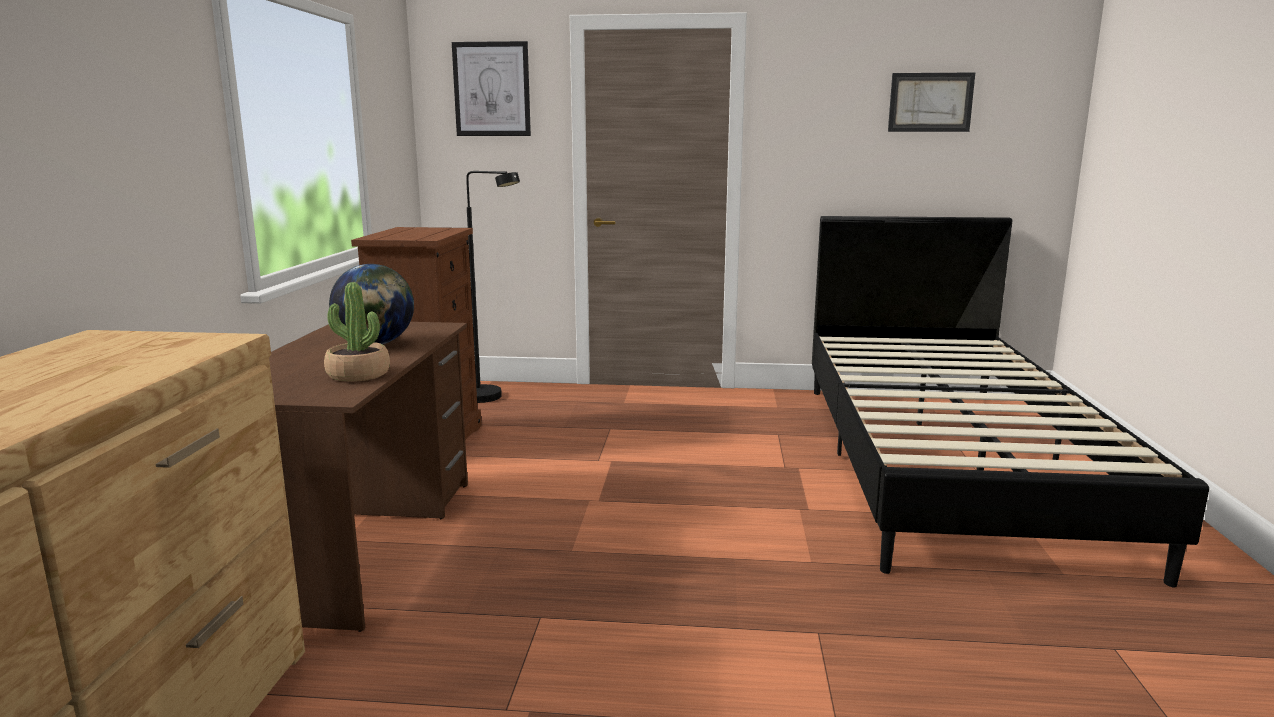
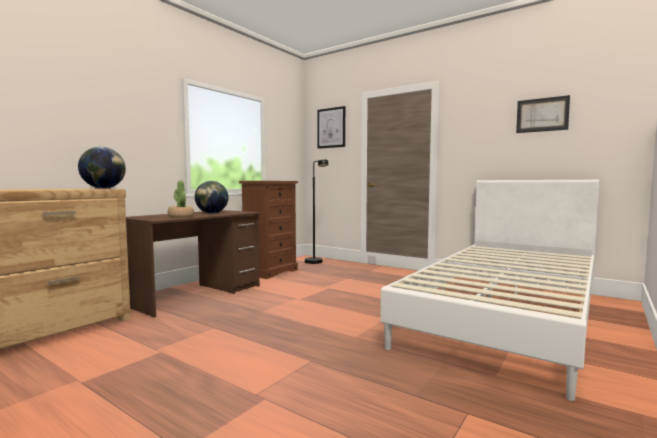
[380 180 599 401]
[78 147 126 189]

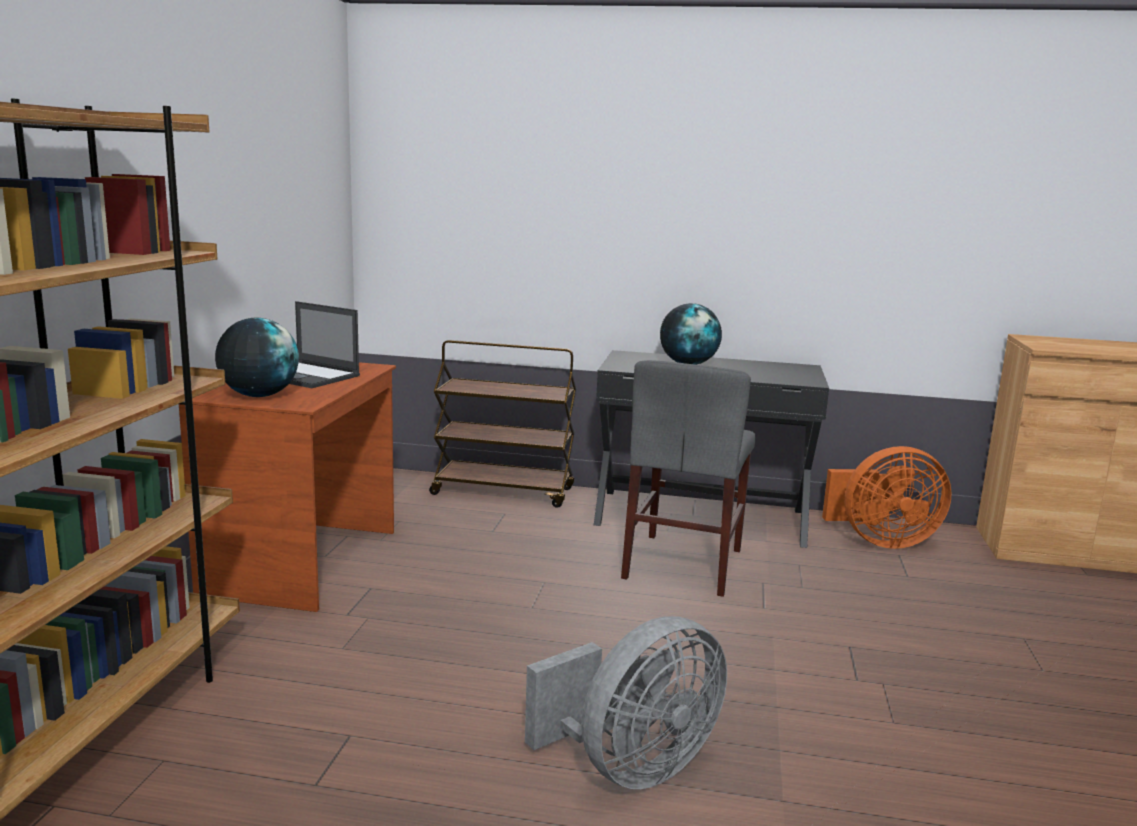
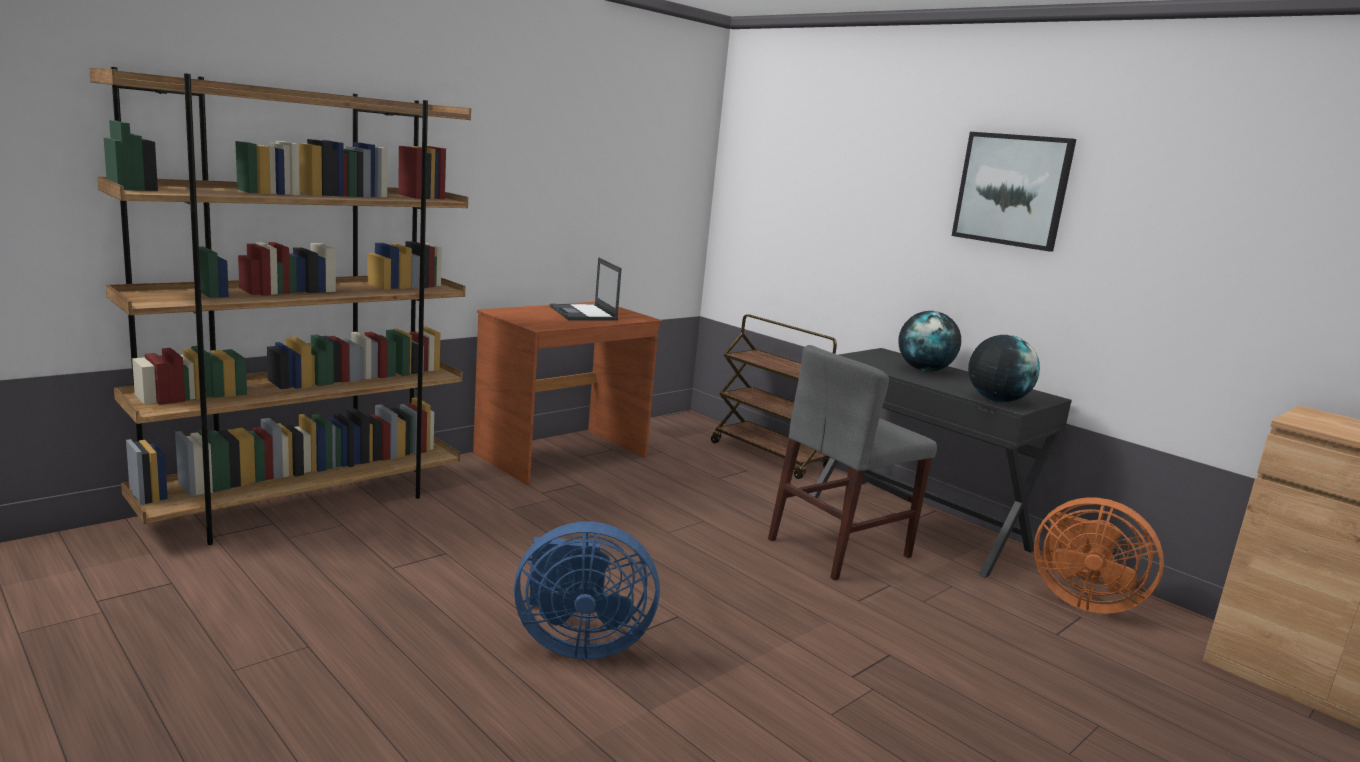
[968 335 1040 402]
[514 522 660 659]
[952 132 1076 252]

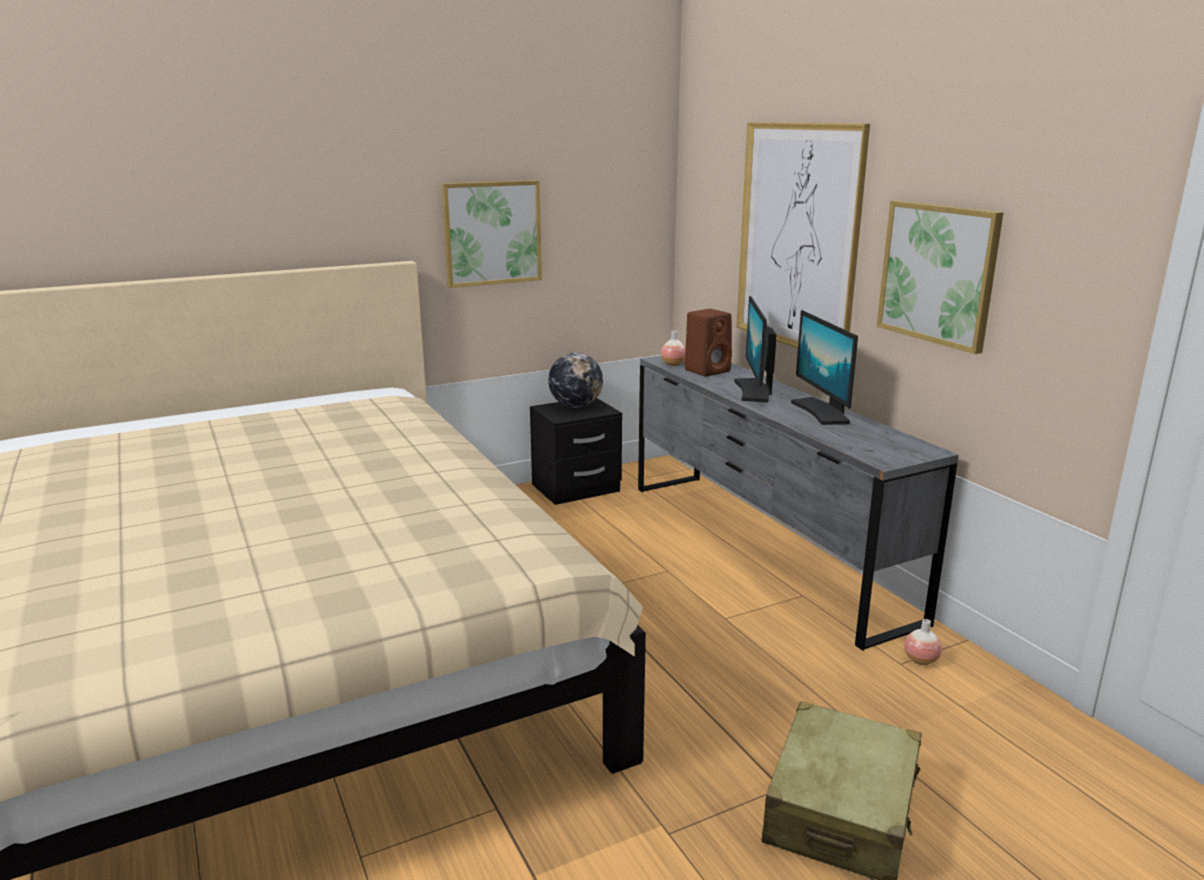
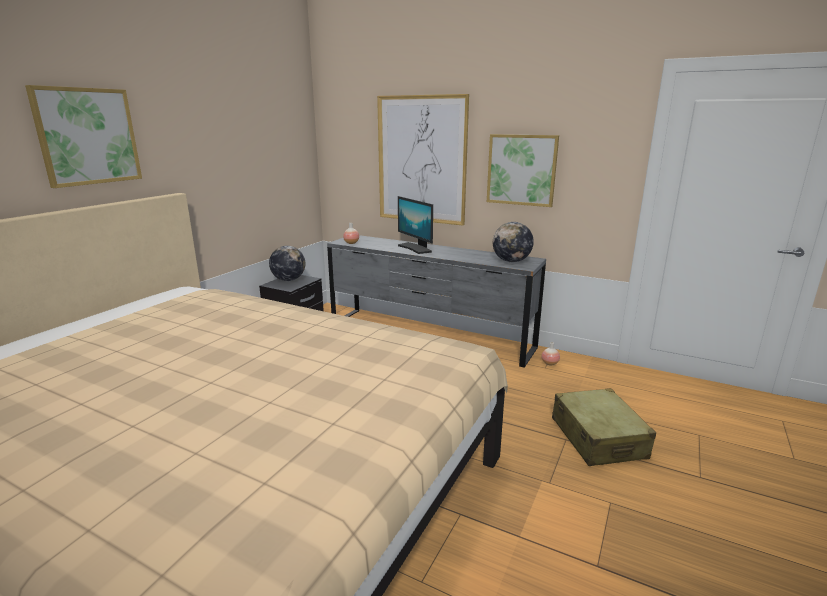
[25 85 142 188]
[684 309 732 376] (first image)
[791 310 858 425] (first image)
[493 222 534 262]

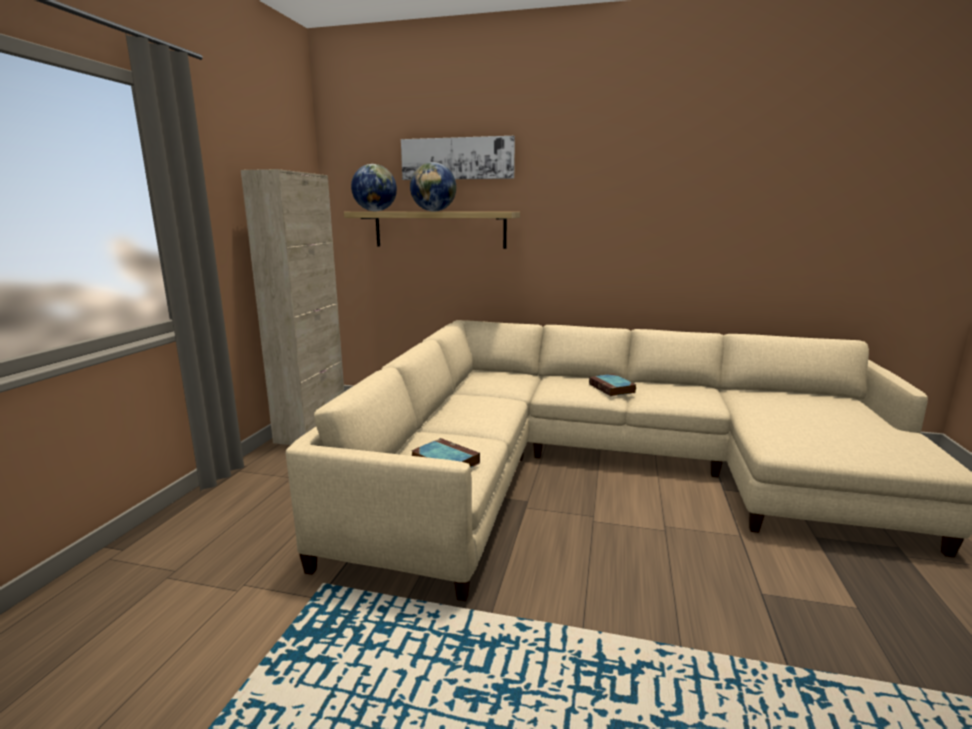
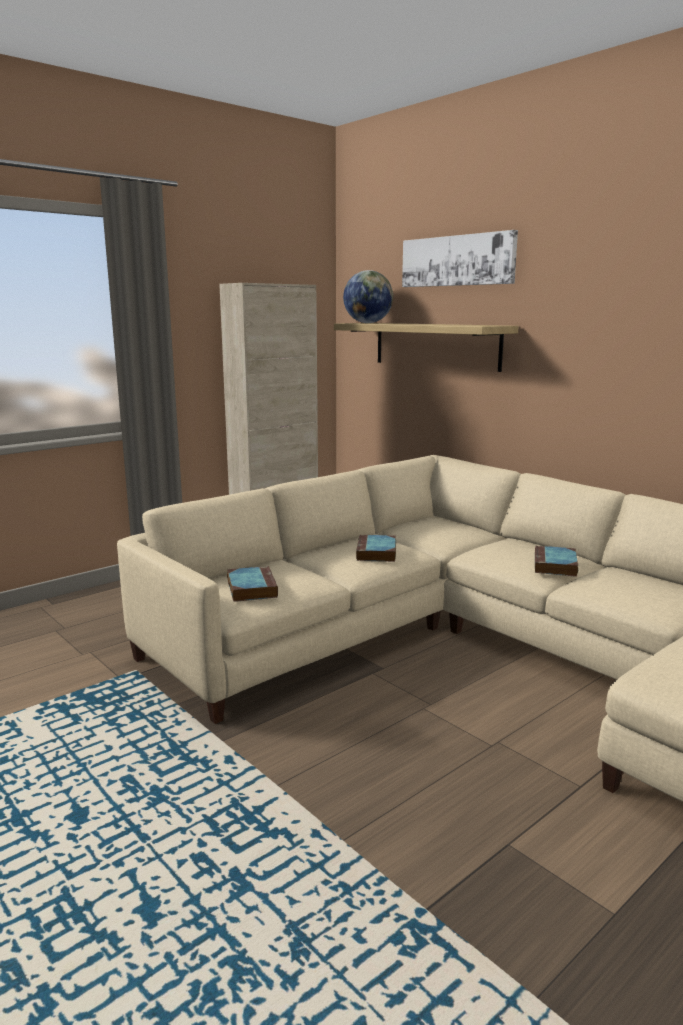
[410 162 456 211] (first image)
[356 535 396 562]

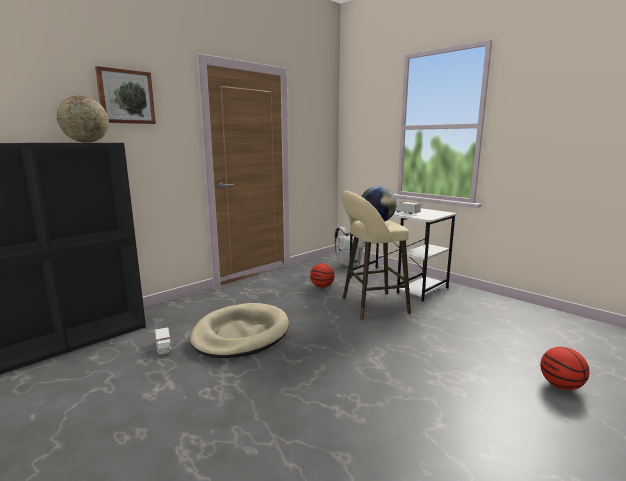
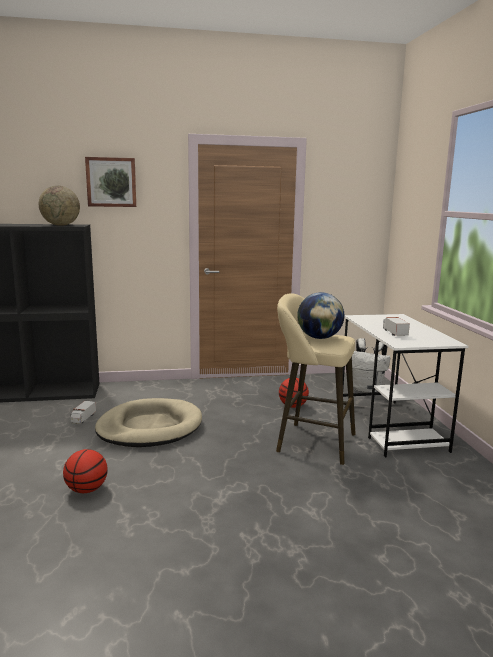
[63 449 108 493]

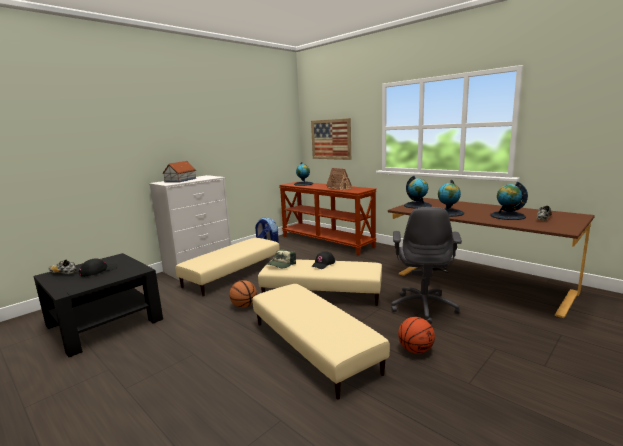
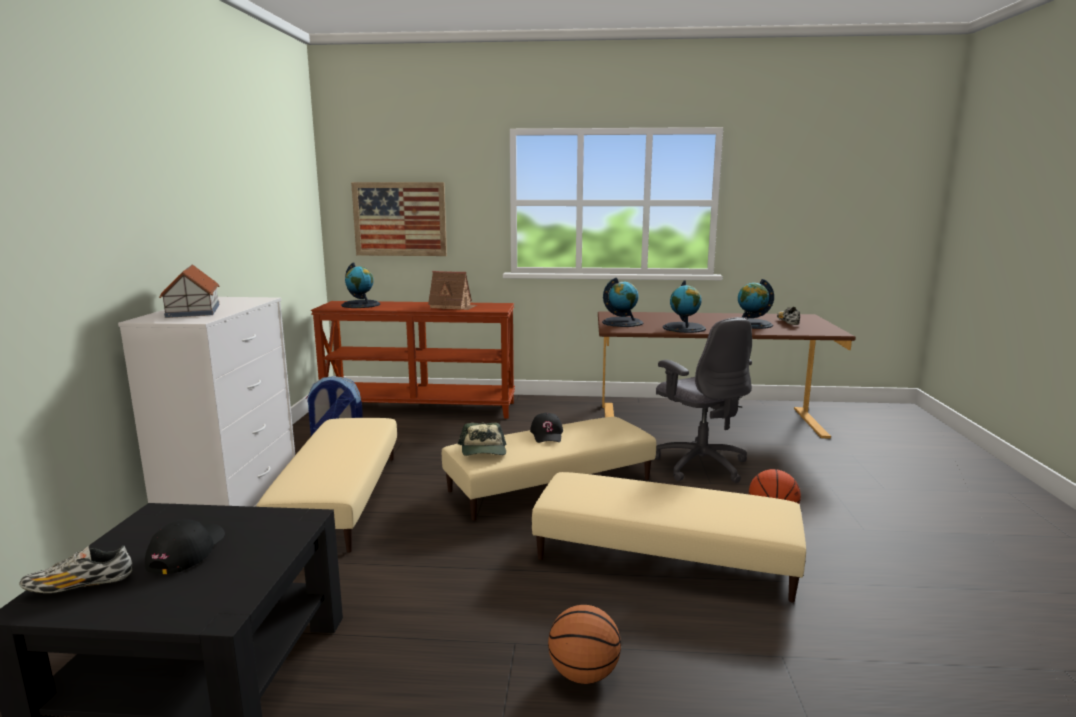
[548 605 621 684]

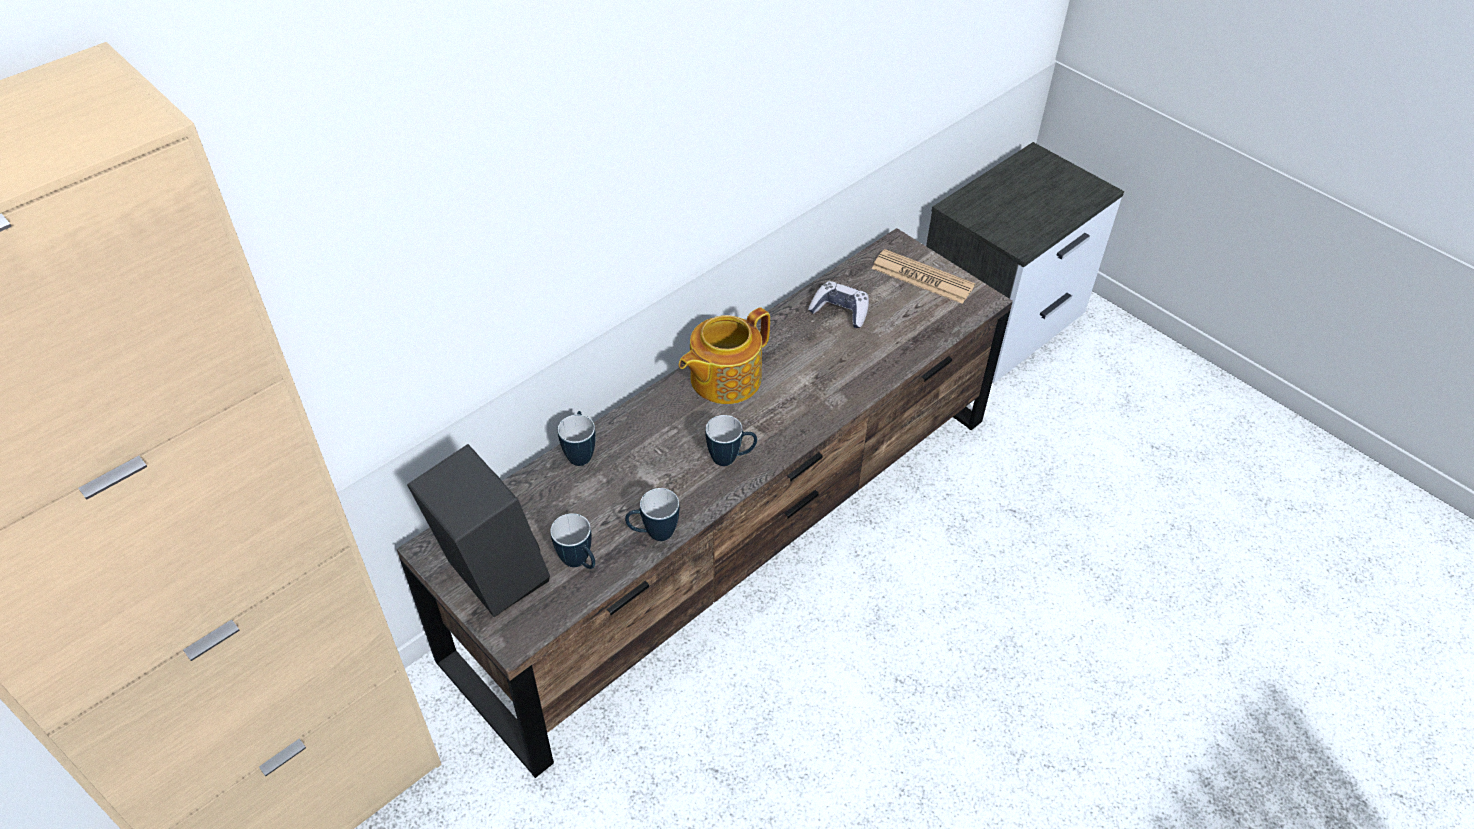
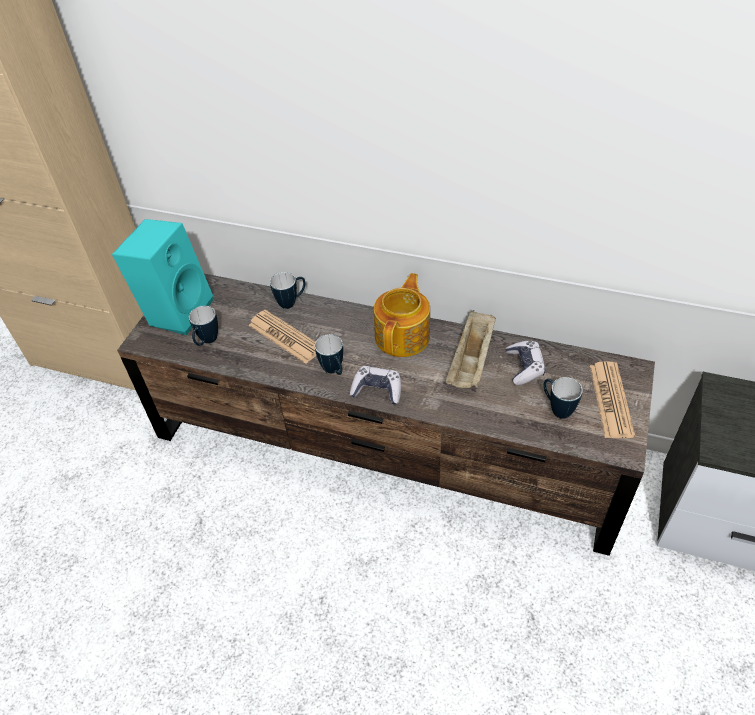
[374 273 430 357]
[112 219 213 335]
[544 377 583 419]
[248 310 316 364]
[446 310 496 388]
[350 366 401 404]

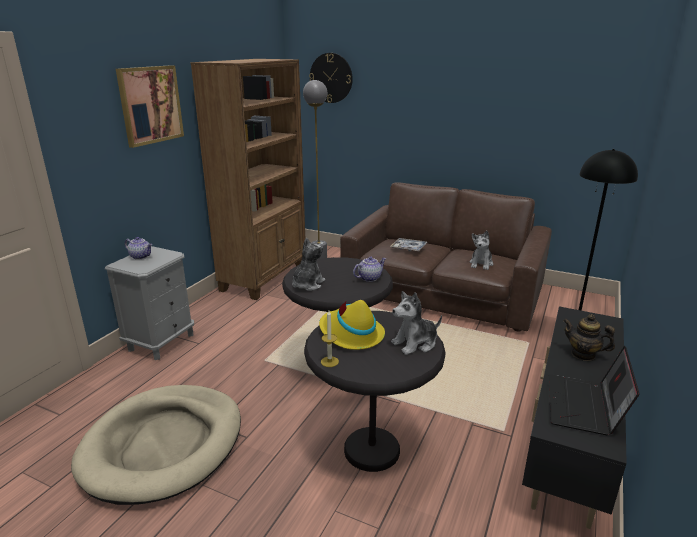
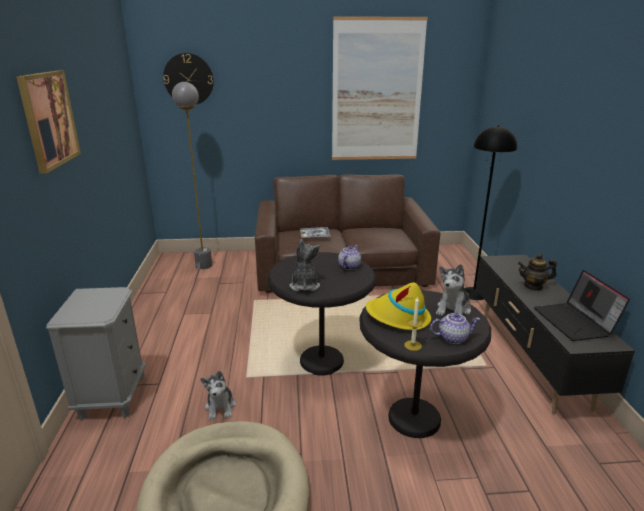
[190 59 305 300] (first image)
[200 371 236 420]
[430 313 480 344]
[332 16 428 160]

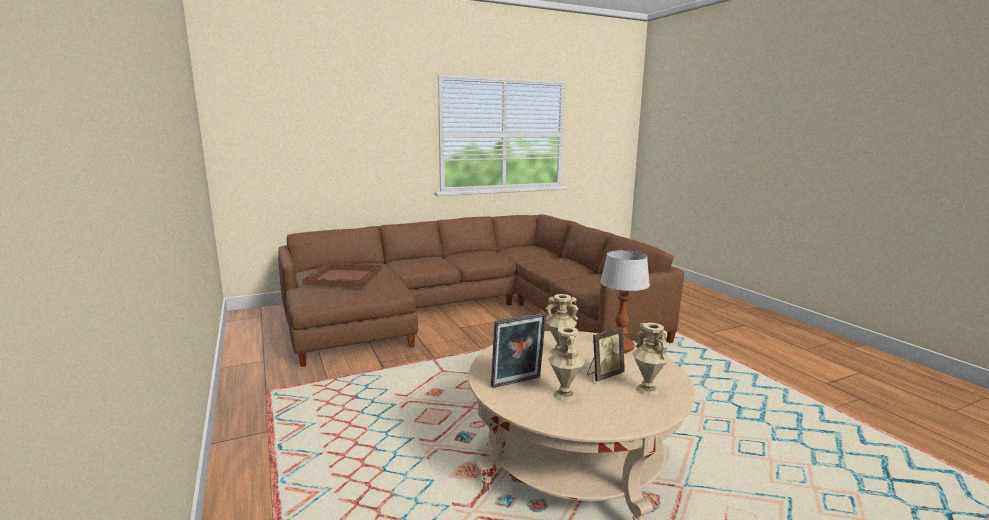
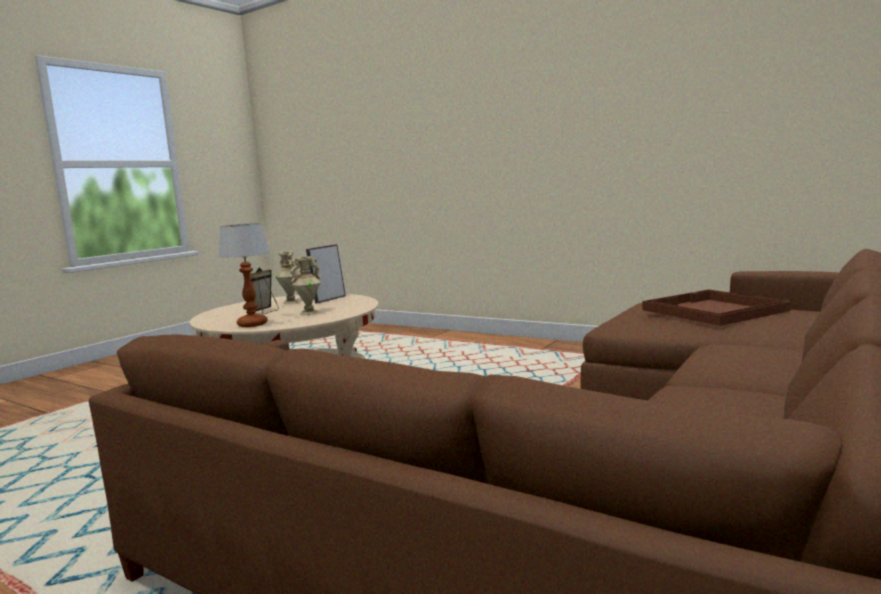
[632 323 670 396] (first image)

